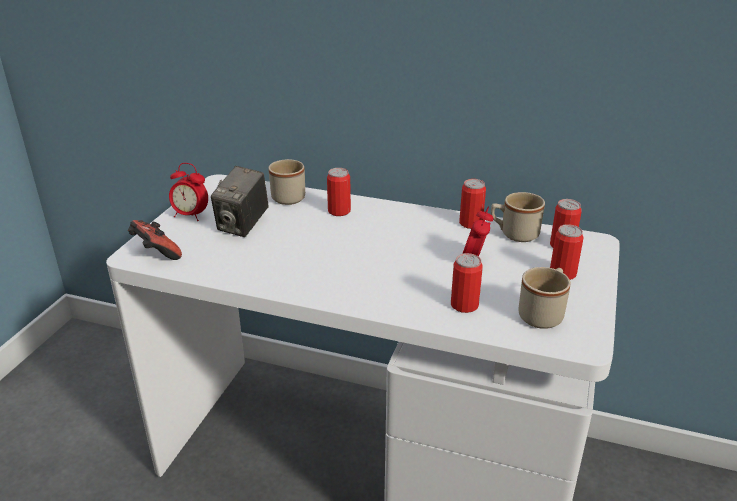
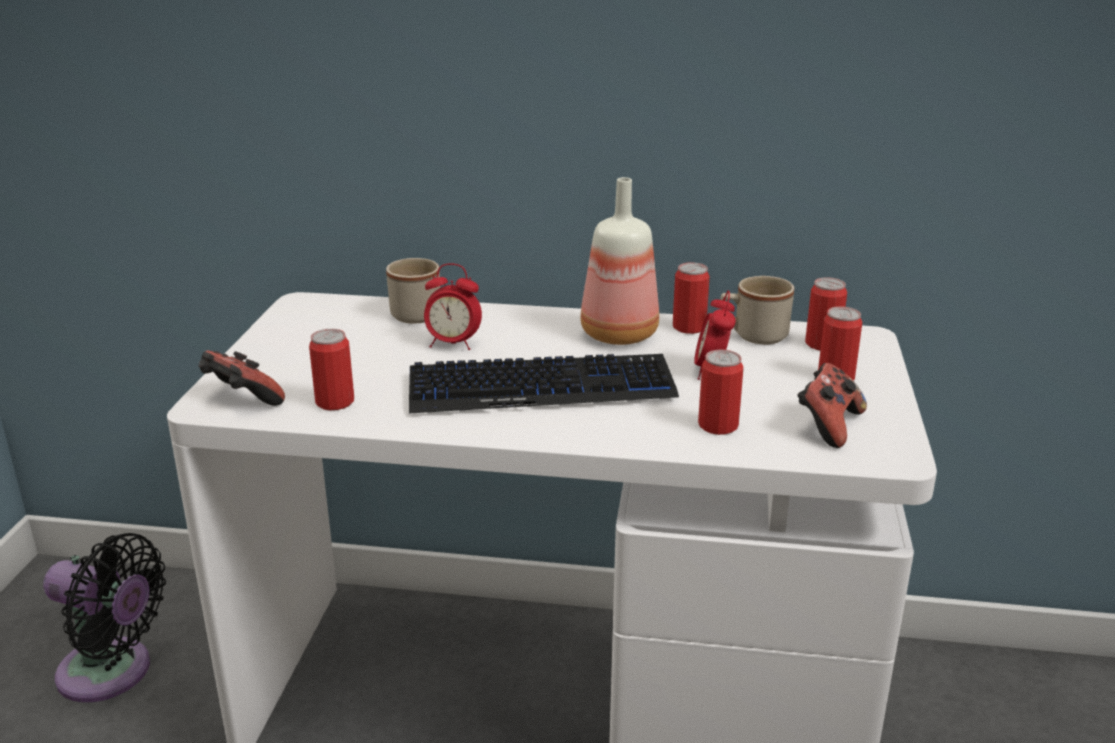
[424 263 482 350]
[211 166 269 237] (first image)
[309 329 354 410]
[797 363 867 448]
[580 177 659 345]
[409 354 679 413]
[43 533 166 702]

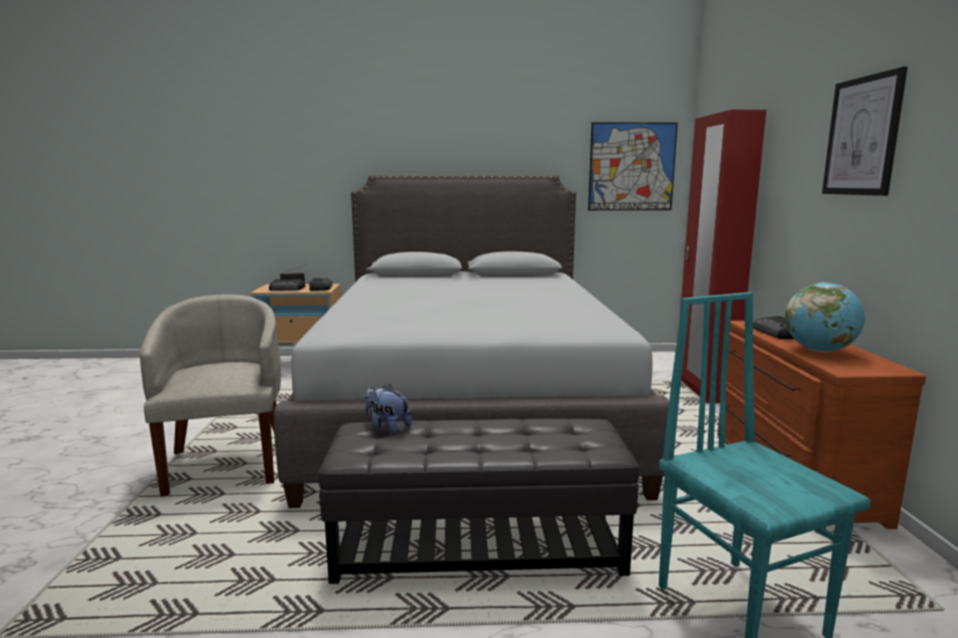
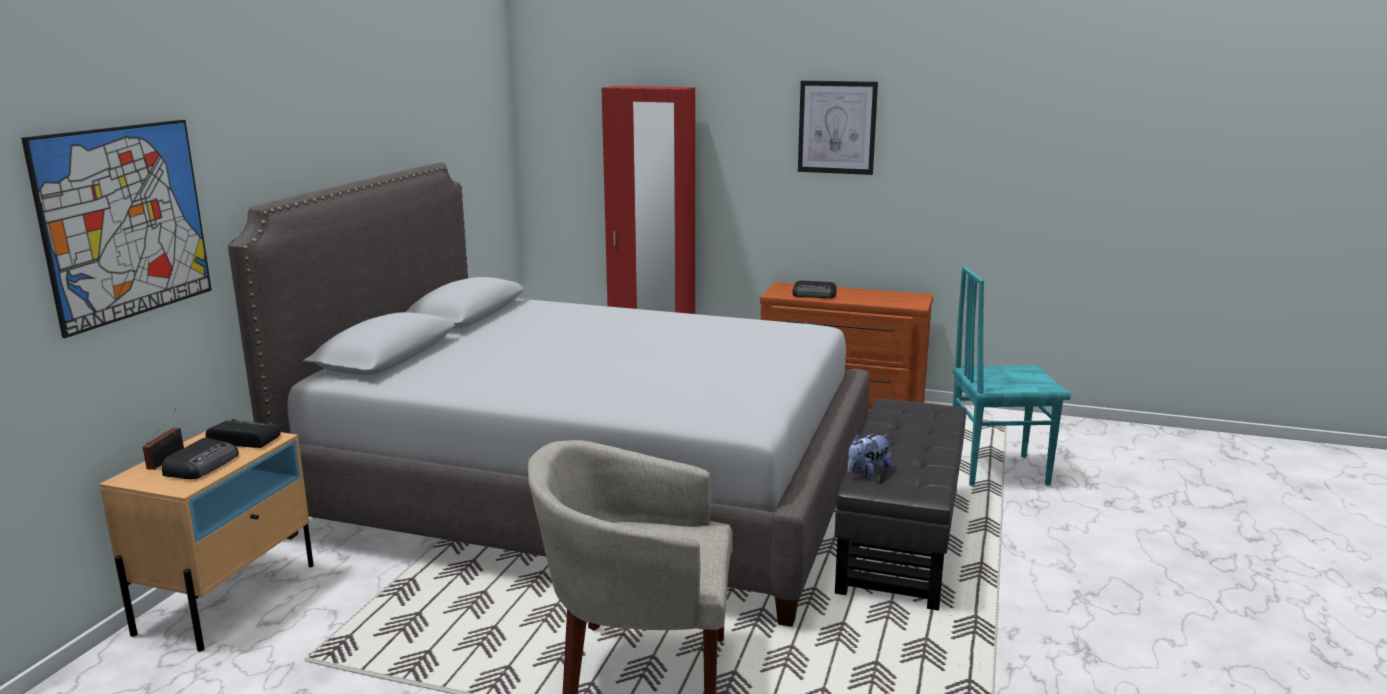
[21 120 212 338]
[785 282 865 352] (first image)

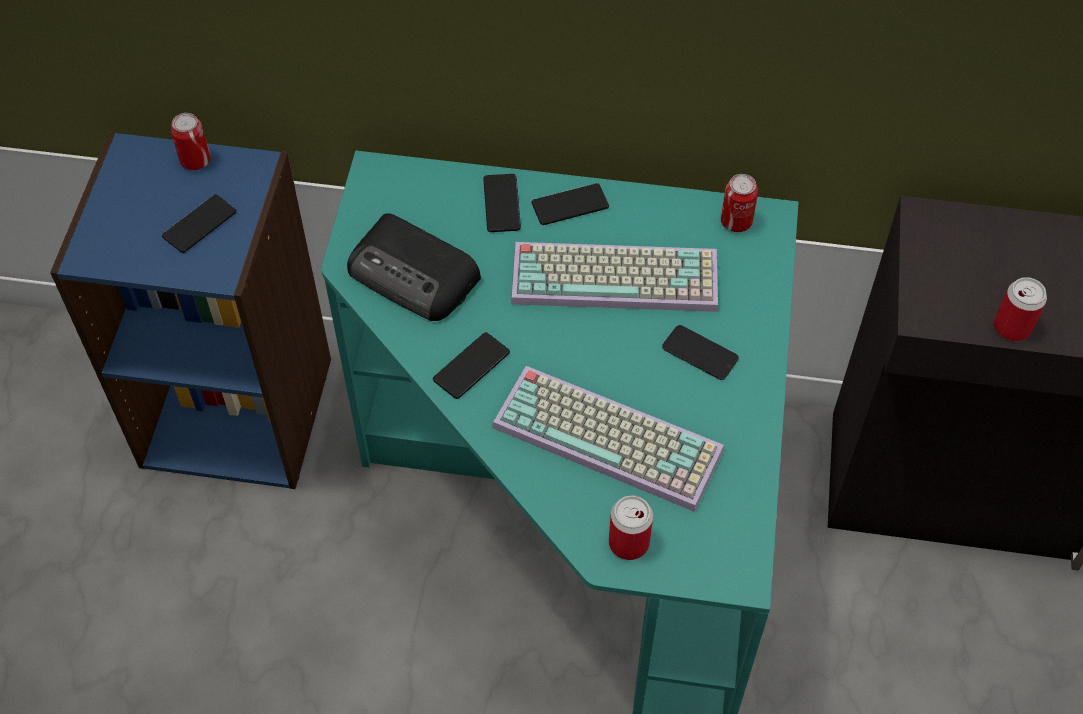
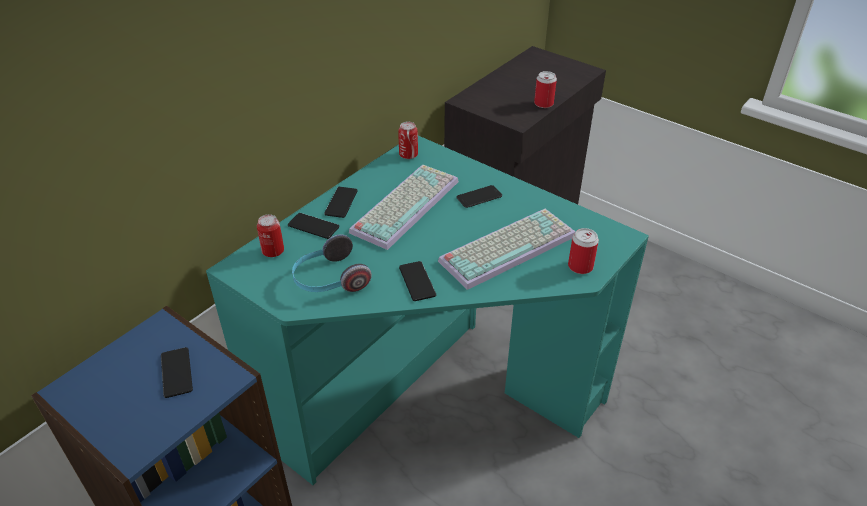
[257 214 284 257]
[292 234 372 292]

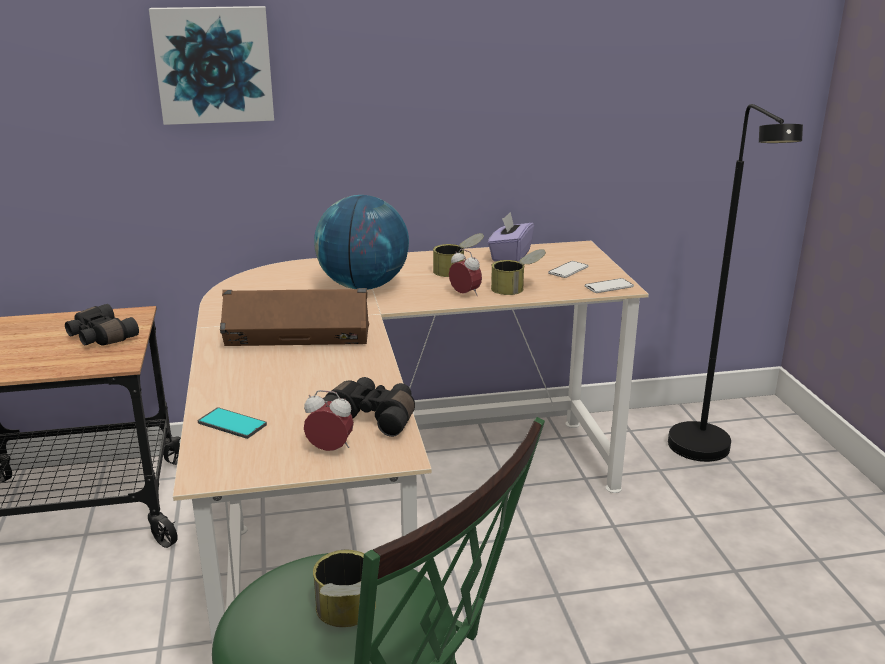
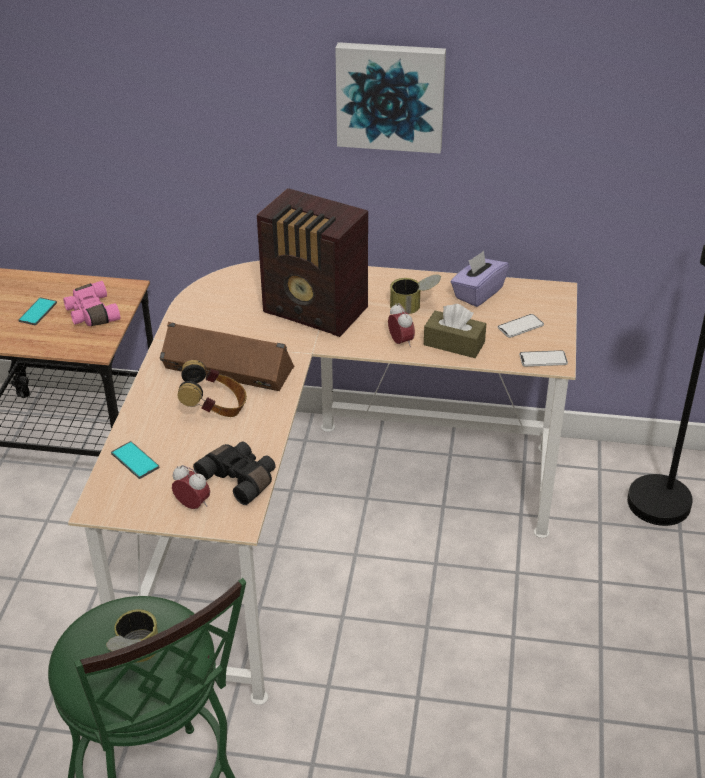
[335 42 446 153]
[257 188 368 337]
[424 304 486 358]
[63 281 120 326]
[18 297 57 325]
[178 360 247 417]

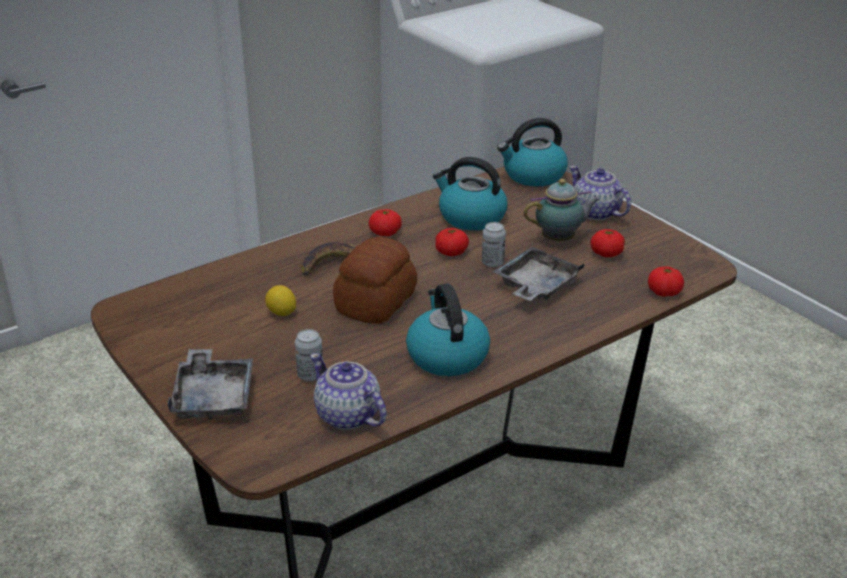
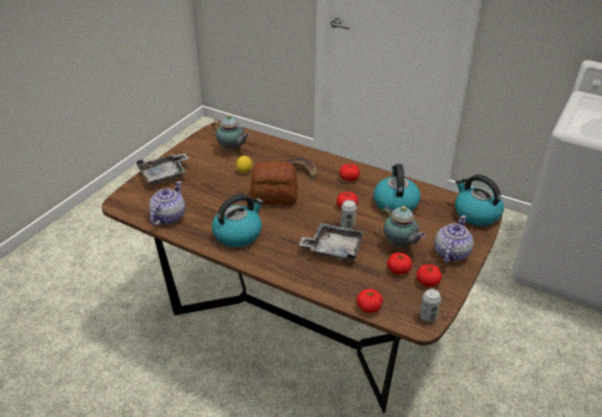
[420 289 441 322]
[212 115 250 151]
[416 265 442 287]

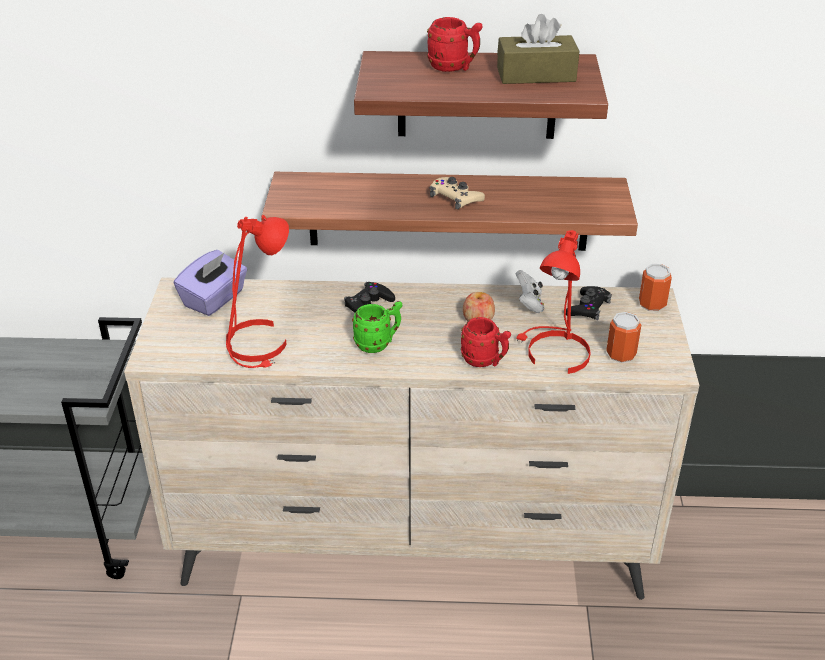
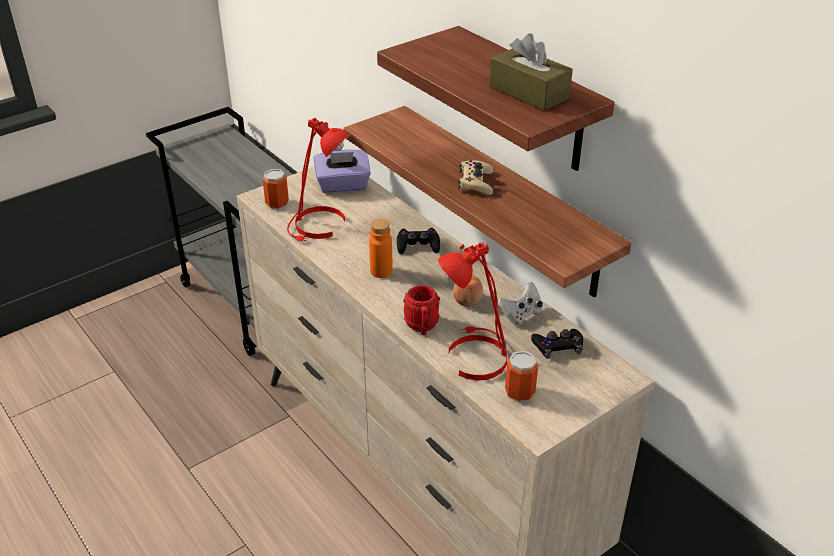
[427 17 482 72] (first image)
[262 169 289 209]
[369 219 393 278]

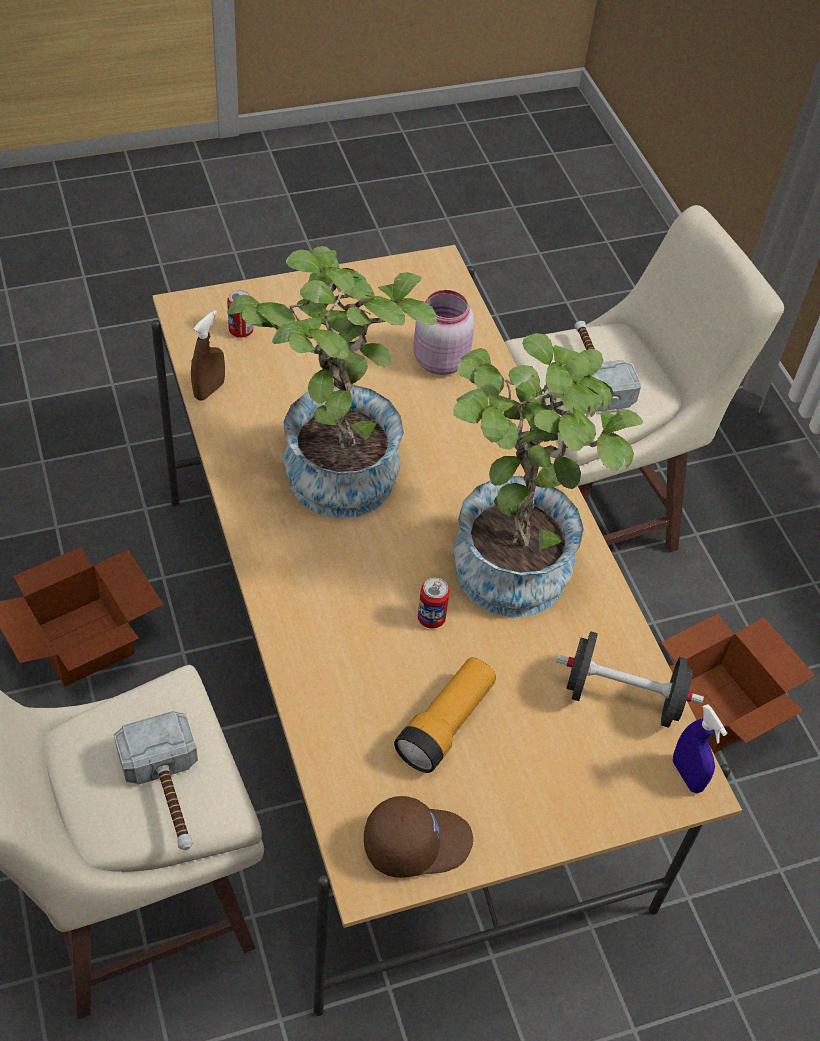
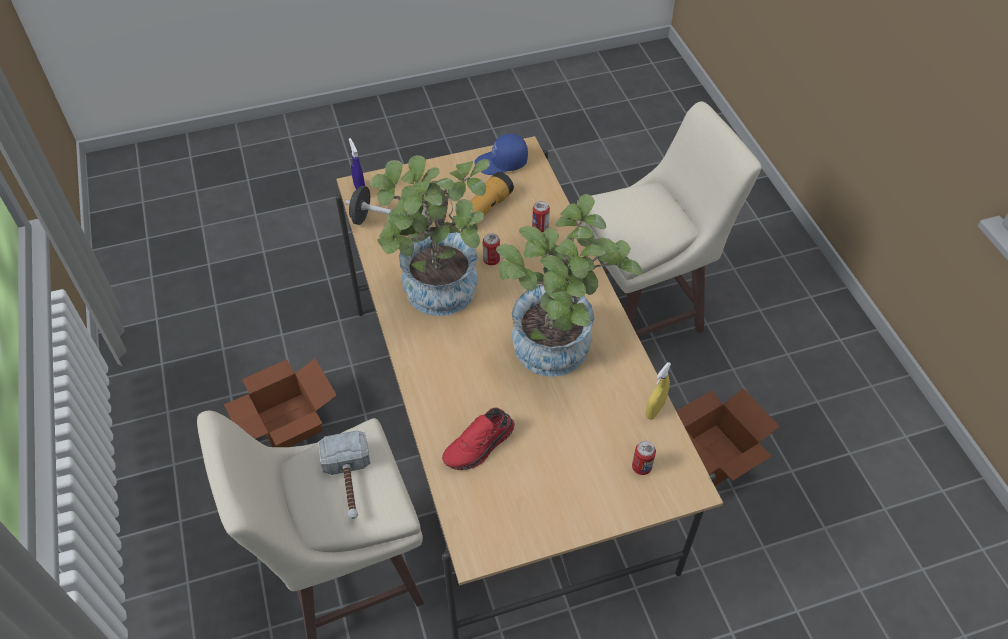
[442 408 515 470]
[645 362 671 420]
[114 711 198 850] (first image)
[475 133 528 175]
[532 201 550 232]

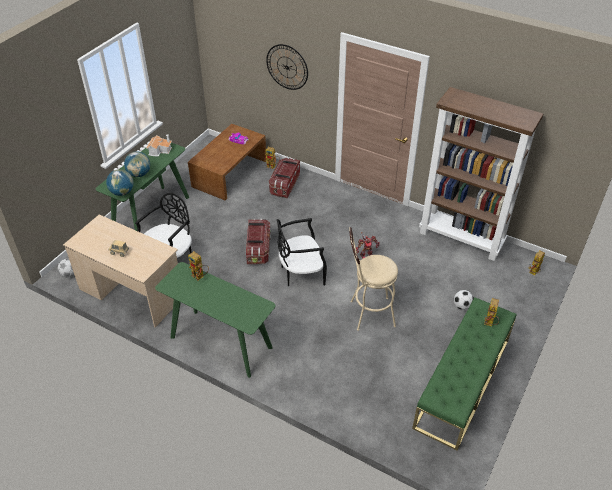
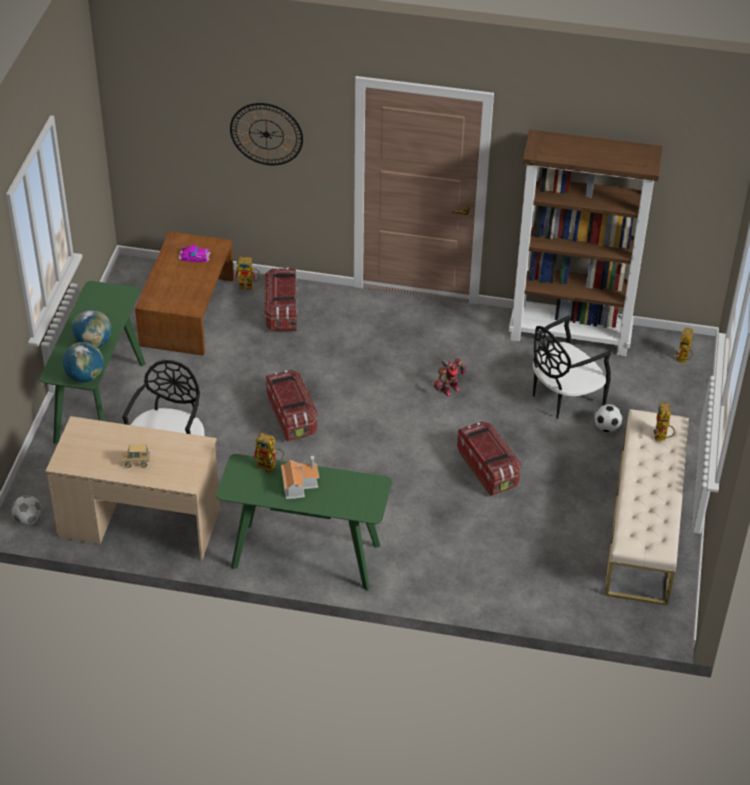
[281 456 319 499]
[533 315 611 419]
[457 422 521 496]
[604 409 689 606]

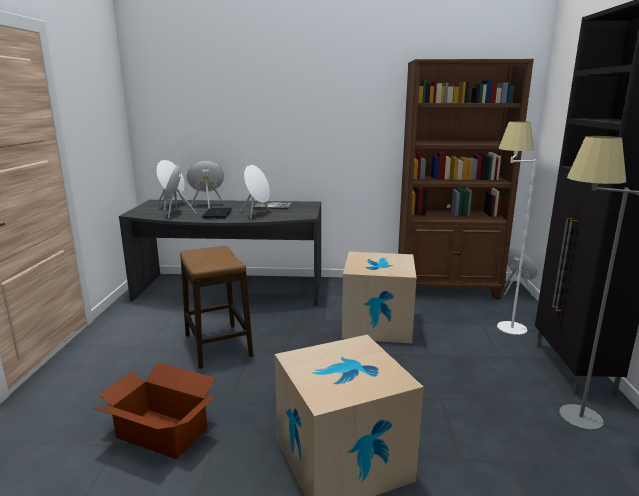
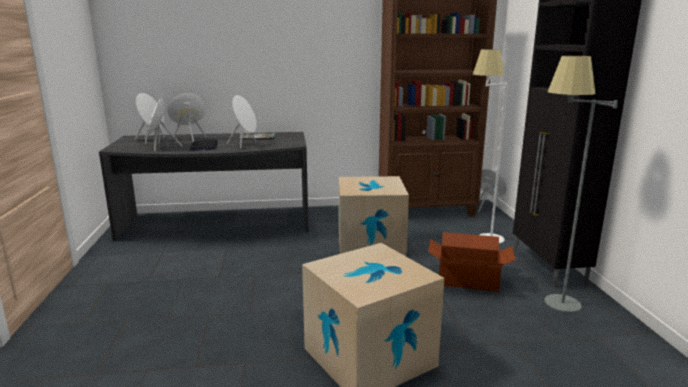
[180 246 253 369] (first image)
[428 232 515 292]

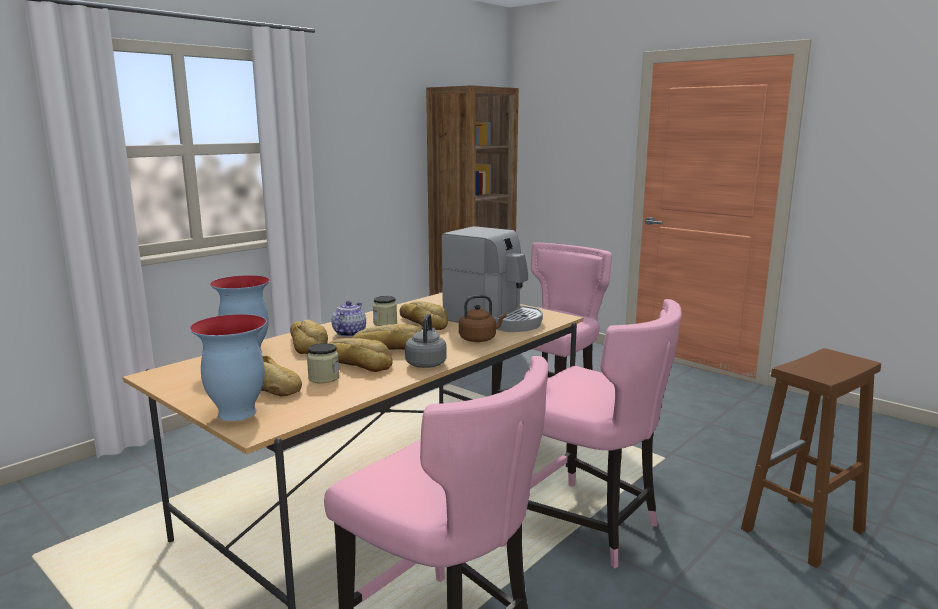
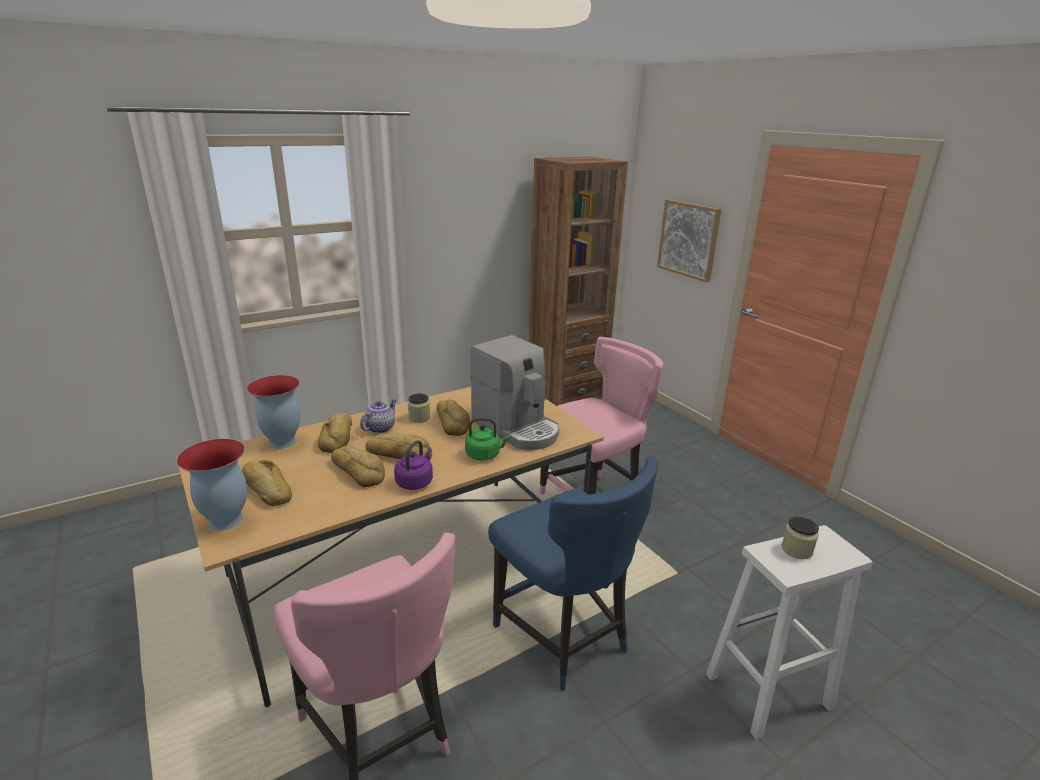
[465 418 510 461]
[488 457 658 691]
[394 440 433 490]
[781 517 819 559]
[706 525 873 740]
[657 199 722 283]

